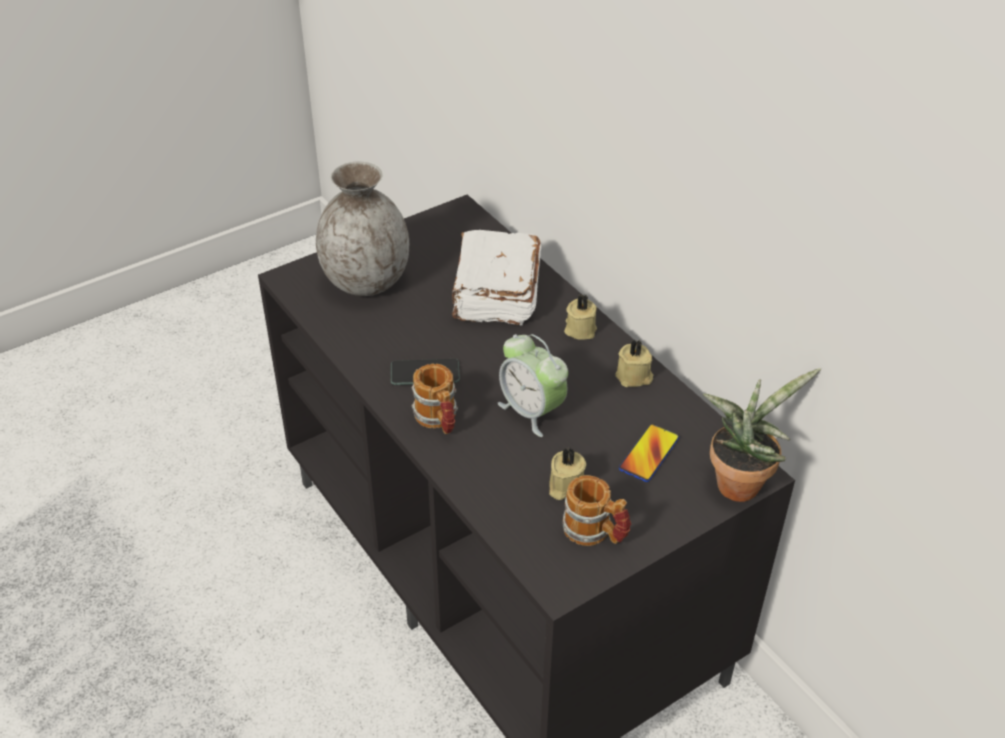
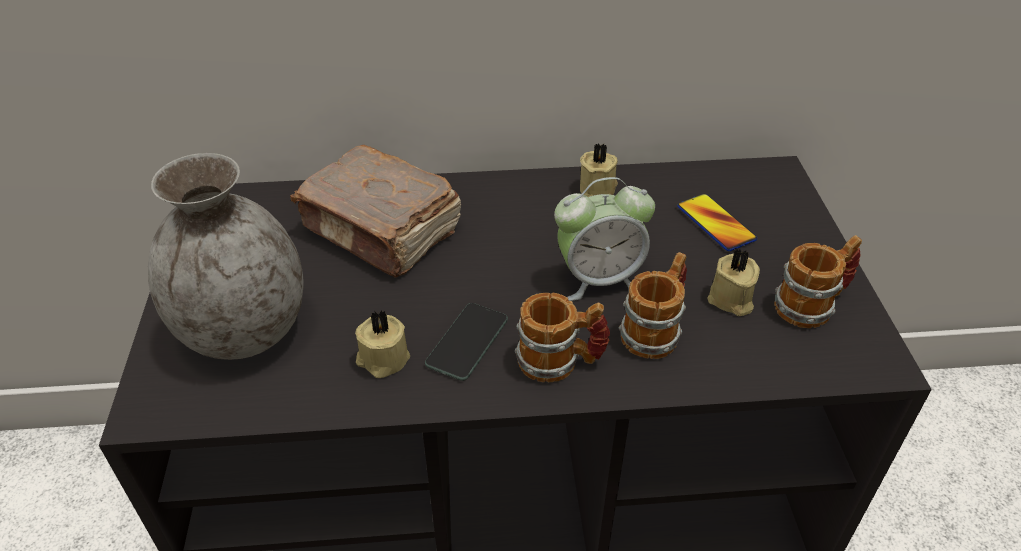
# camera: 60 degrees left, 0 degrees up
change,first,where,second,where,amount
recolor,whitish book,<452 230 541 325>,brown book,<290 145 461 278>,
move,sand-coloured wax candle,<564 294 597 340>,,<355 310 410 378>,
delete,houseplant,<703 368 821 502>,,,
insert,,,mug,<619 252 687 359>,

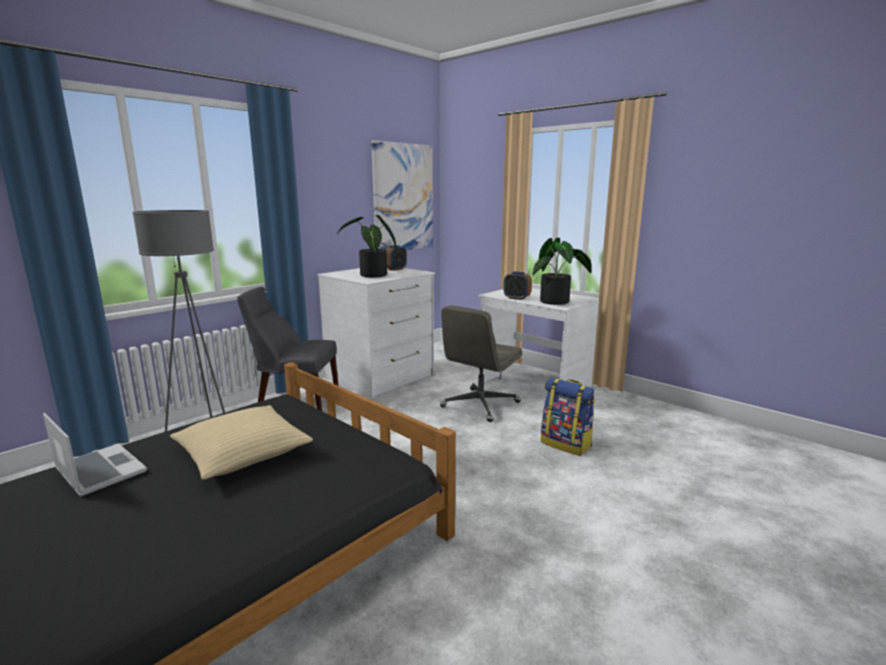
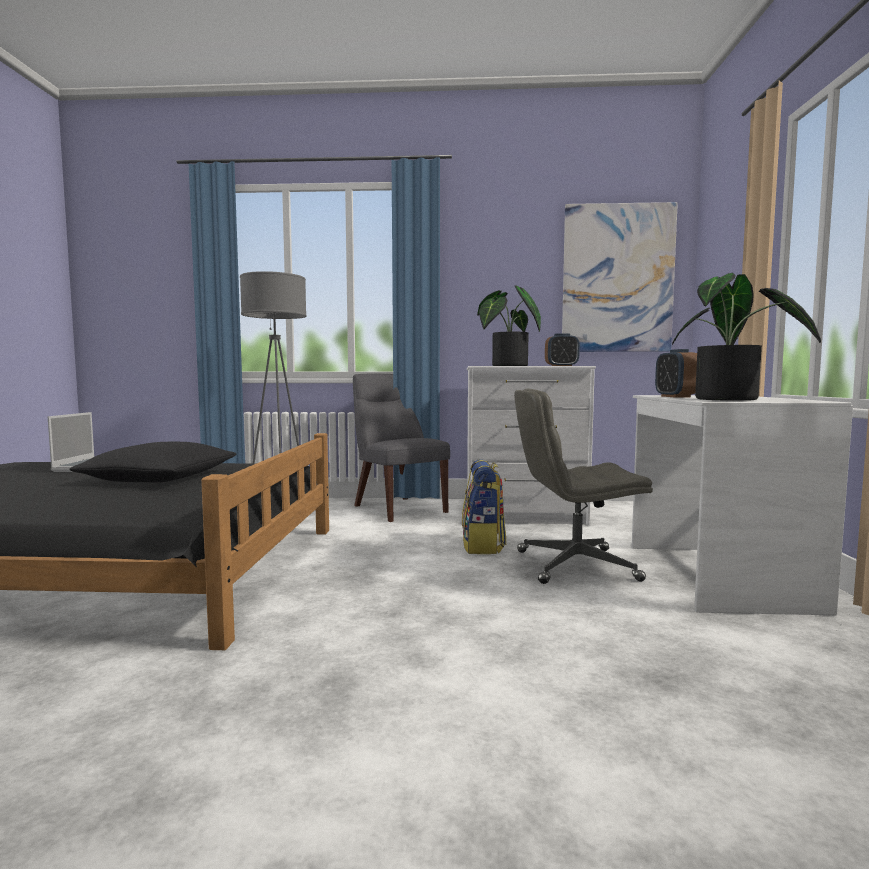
# camera: 50 degrees right, 10 degrees down
change,first,where,second,where,amount
move,knapsack,<541 378 595 456>,,<462 459 506 554>,
recolor,sand-coloured pillow,<170 405 313 480>,black pillow,<70 442 237 482>,

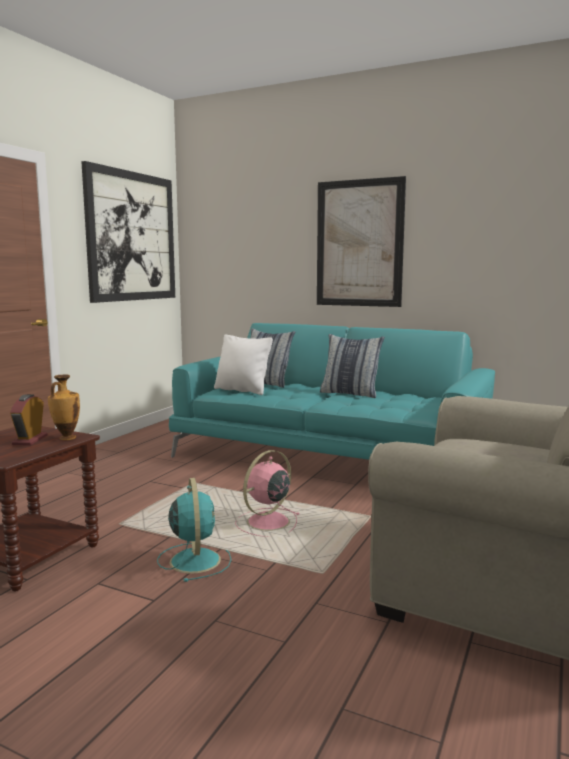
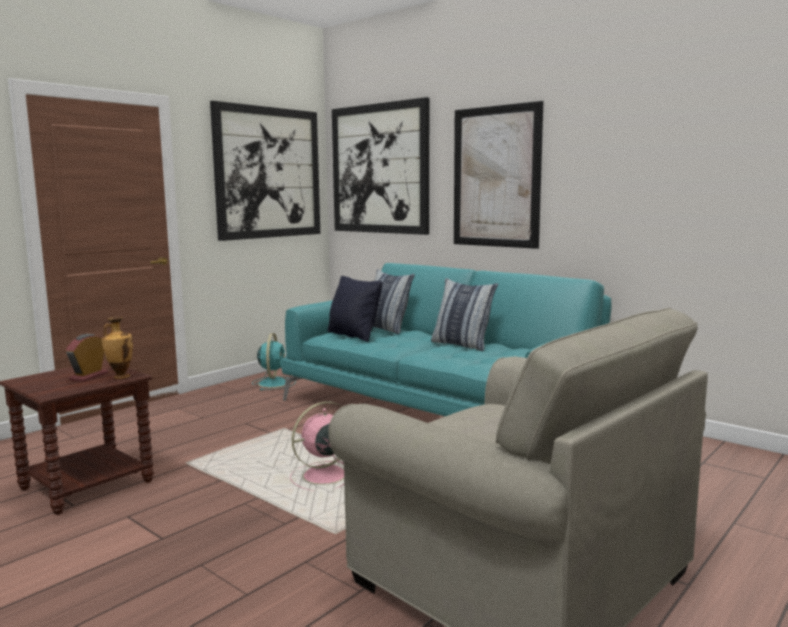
# camera: 15 degrees right, 0 degrees up
change,first,where,second,where,amount
recolor,whitish pillow,<214 335 273 395>,black pillow,<327 276 382 342>,
move,turquoise-coloured cooling fan,<157 478 231 582>,,<252 333 296 390>,
insert,,,picture,<332 97 429 235>,

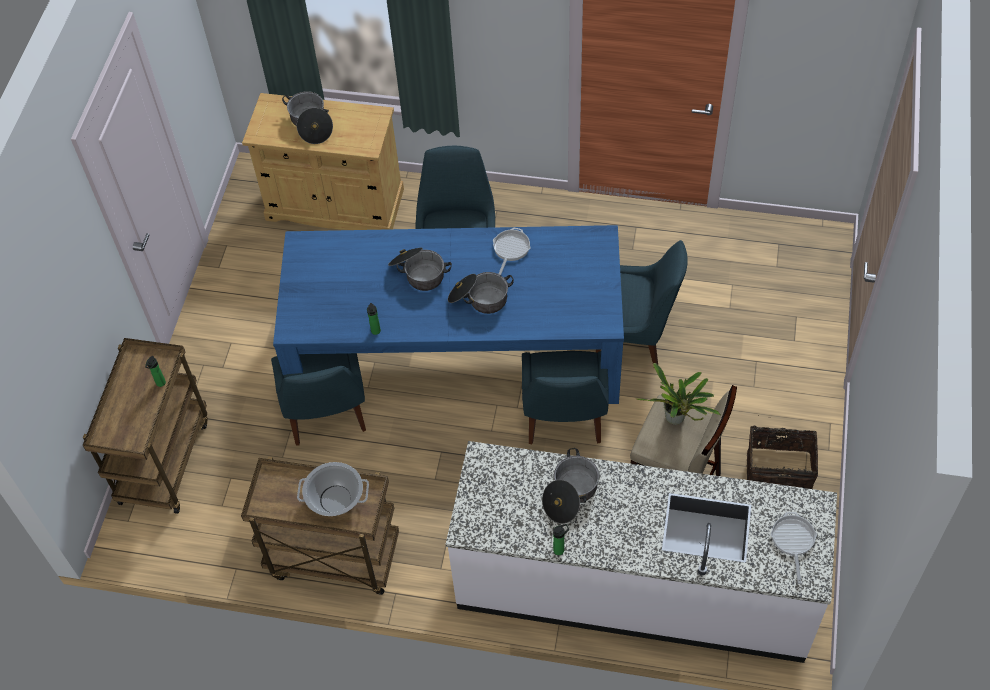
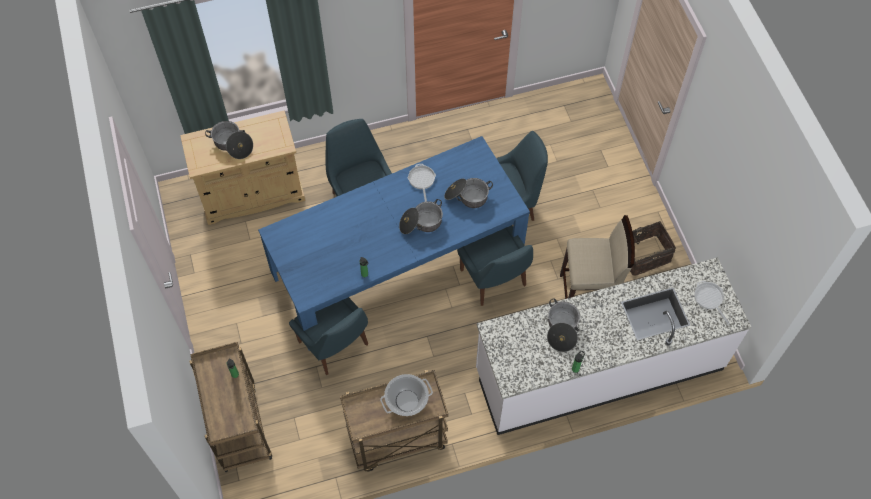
# camera: 30 degrees left, 5 degrees up
change,first,where,second,where,amount
move,saucepot,<388 247 452 291>,,<444 178 493 208>,
delete,houseplant,<637 363 721 425>,,,

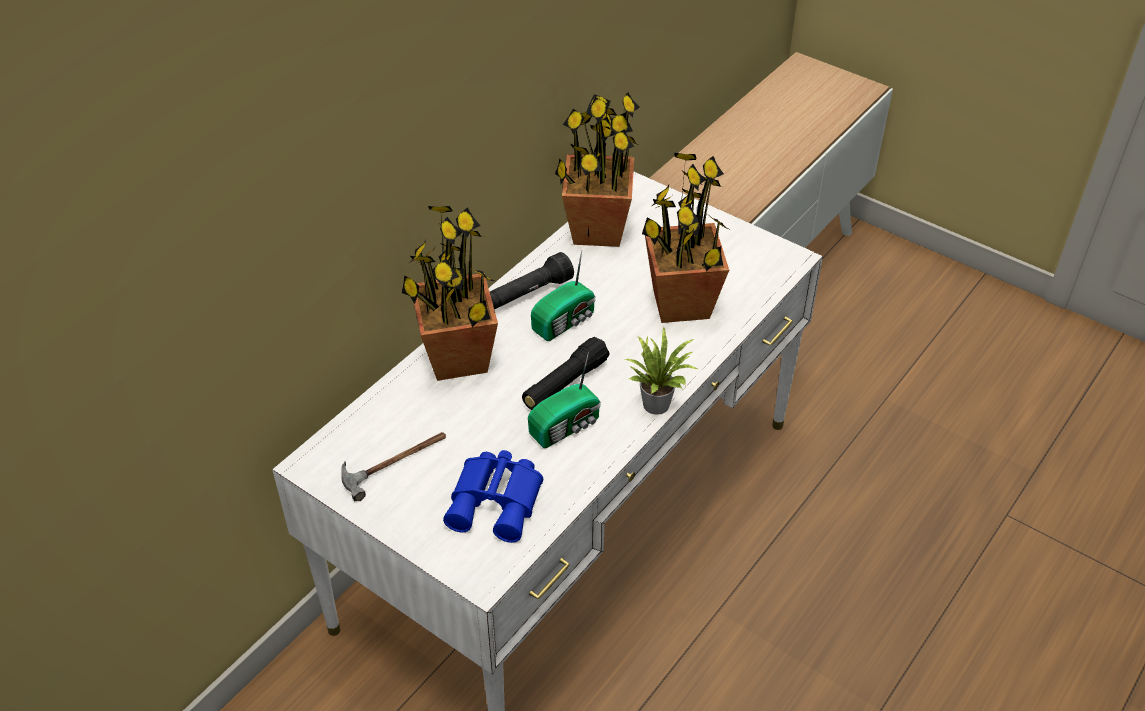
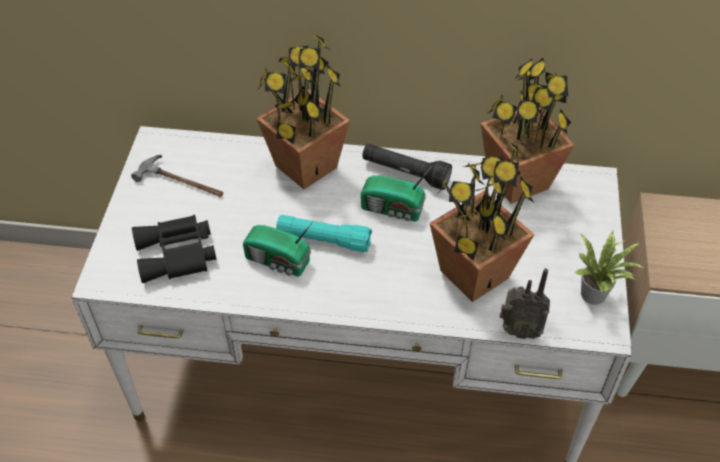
# camera: 60 degrees right, 5 degrees up
change,first,where,second,where,amount
move,houseplant,<625 327 697 414>,,<574 231 645 305>,
recolor,black hand torch,<522 337 610 410>,turquoise-coloured hand torch,<276 215 372 253>,
recolor,blue pair of binoculars,<443 450 543 543>,black pair of binoculars,<132 215 216 283>,
insert,,,radio receiver,<499 268 550 339>,

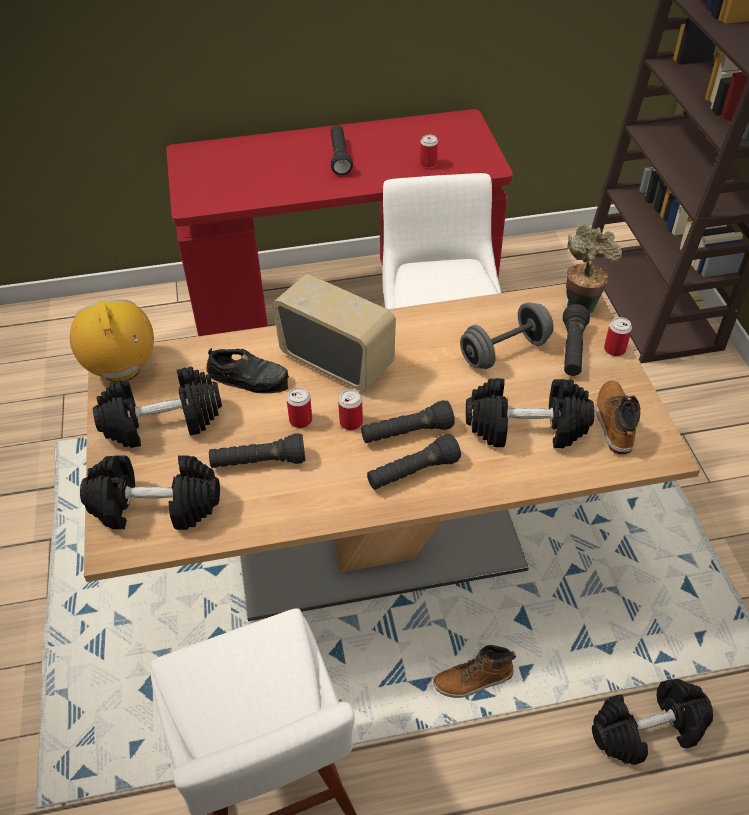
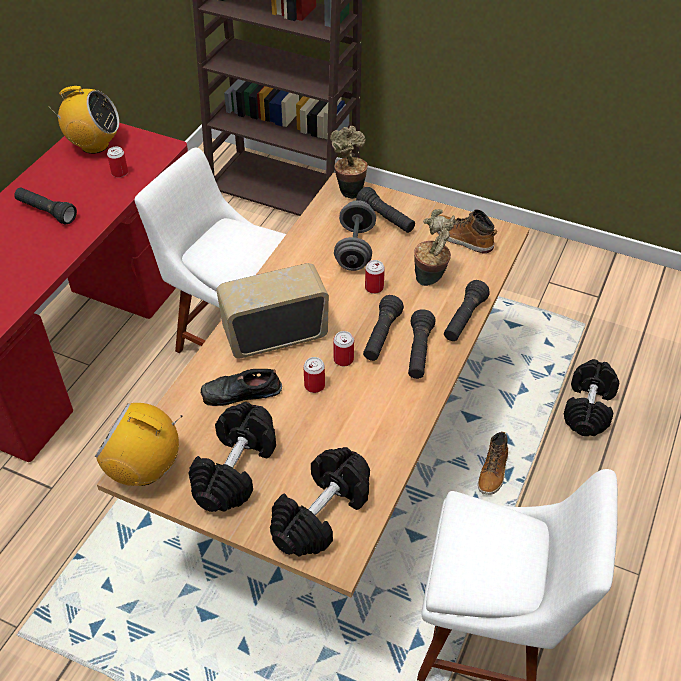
# camera: 55 degrees left, 0 degrees up
change,first,where,second,where,amount
move,sealed can,<604 317 632 356>,,<365 260 385 294>,
rotate,black shoe,<206 348 289 394>,,<201 369 282 406>,150 degrees counterclockwise
replace,black free weight,<466 378 595 448>,houseplant,<414 209 455 286>,
move,black hand torch,<209 433 305 468>,,<444 280 490 341>,
insert,,,radio receiver,<48 86 119 154>,

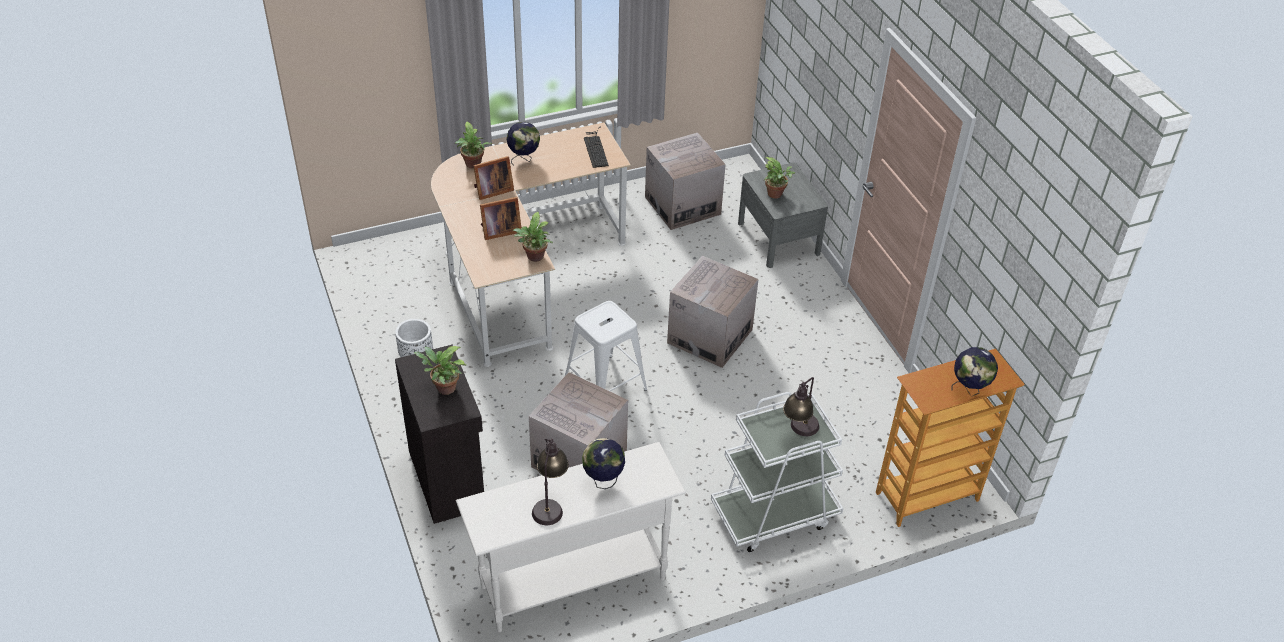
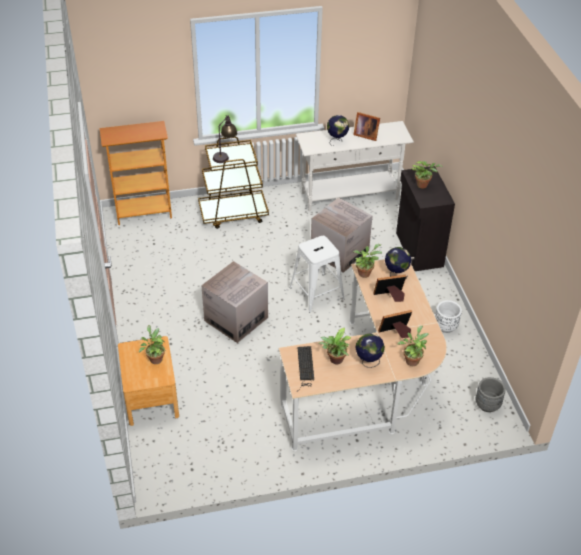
# camera: 170 degrees left, 0 degrees up
change,first,where,second,where,amount
delete,packing box,<645 133 726 230>,,,
recolor,greyish bedside table,<738 163 828 268>,brown bedside table,<118 336 179 426>,
move,desk globe,<951 347 998 397>,,<385 247 411 278>,
recolor,whitish trolley,<711 392 843 552>,brown trolley,<198 137 269 229>,
replace,tabletop lamp,<532 439 569 525>,picture frame,<353 112 380 141>,
insert,,,houseplant,<319 328 351 364>,
insert,,,greyish planter,<475 377 506 412>,

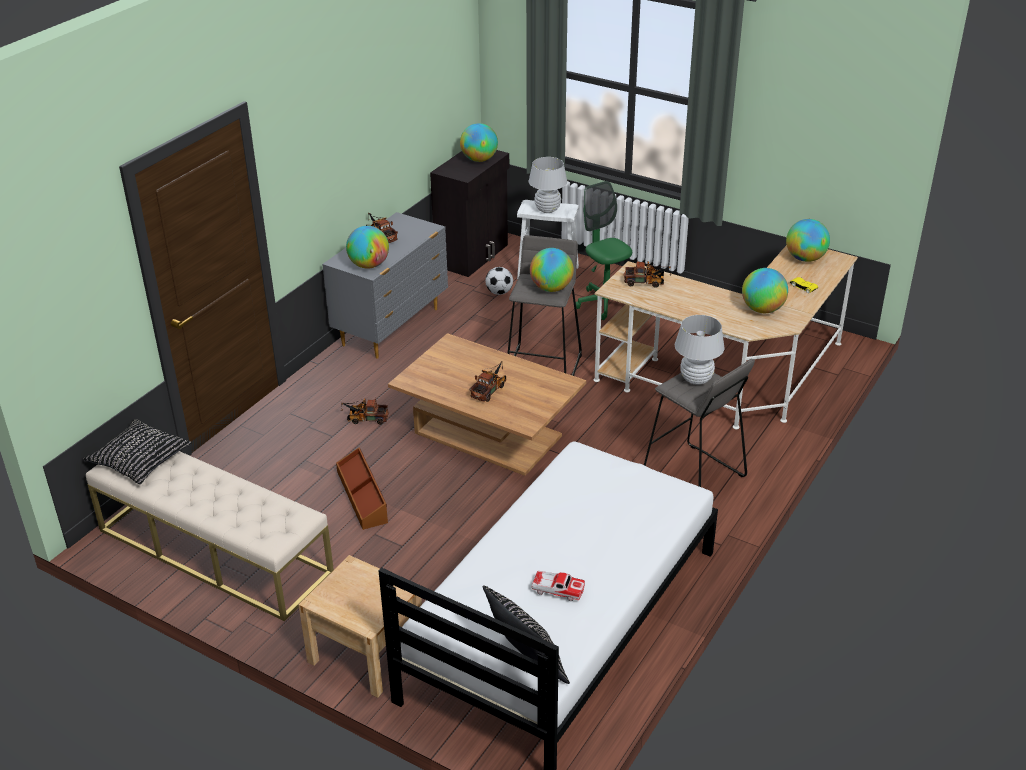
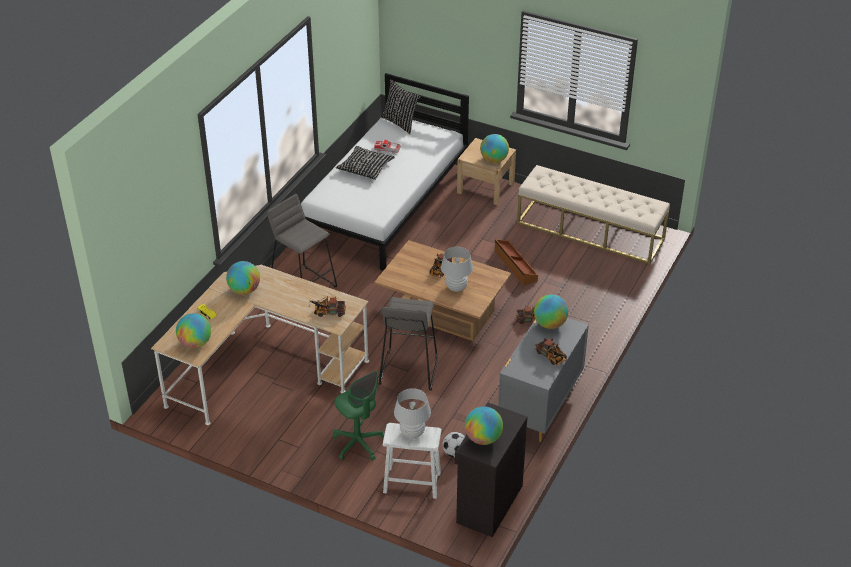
# camera: 175 degrees right, 5 degrees up
change,first,where,second,where,amount
move,desk globe,<530 248 574 292>,,<480 134 509 163>,
move,whitish tabletop lamp,<675 315 725 385>,,<441 247 473 292>,
move,black pillow,<83 419 192 484>,,<336 146 395 180>,

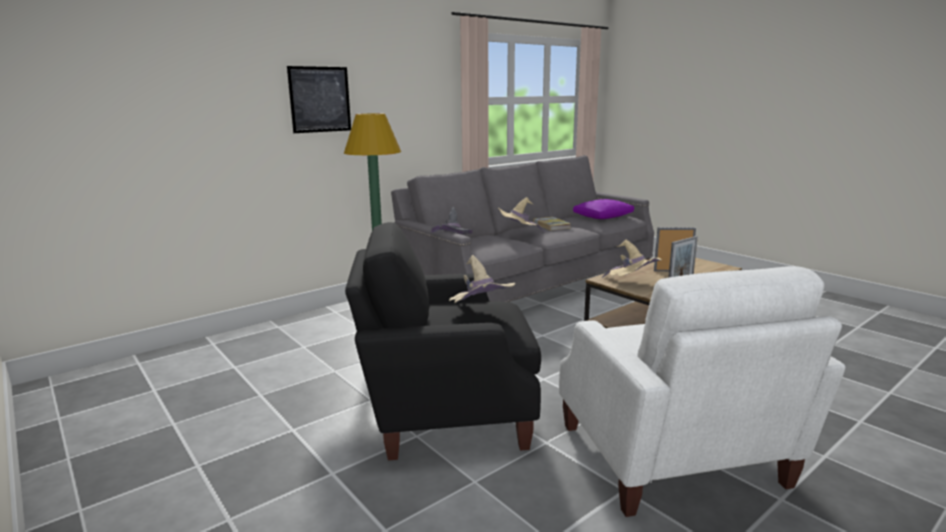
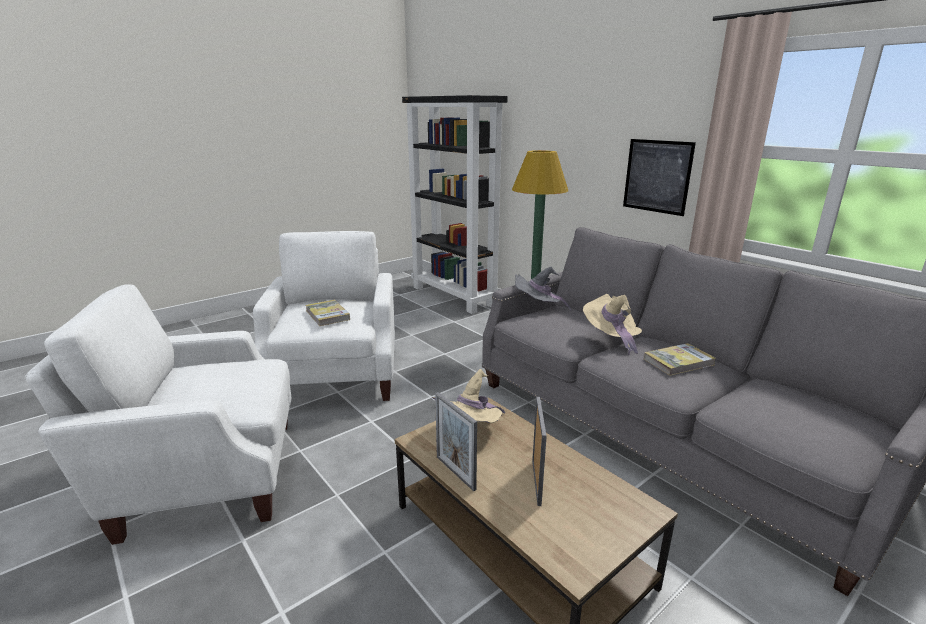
# camera: 90 degrees right, 5 degrees up
change,first,where,second,where,amount
move,picture,<287 66 351 133>,,<623 139 696 216>,
delete,purple-coloured pillow,<573 199 634 219>,,,
recolor,black lounge chair,<345 222 541 460>,whitish lounge chair,<253 231 395 401>,
replace,sand-coloured hat,<449 255 515 303>,book,<306 300 350 326>,
insert,,,black shelving unit,<402 95 508 314>,

